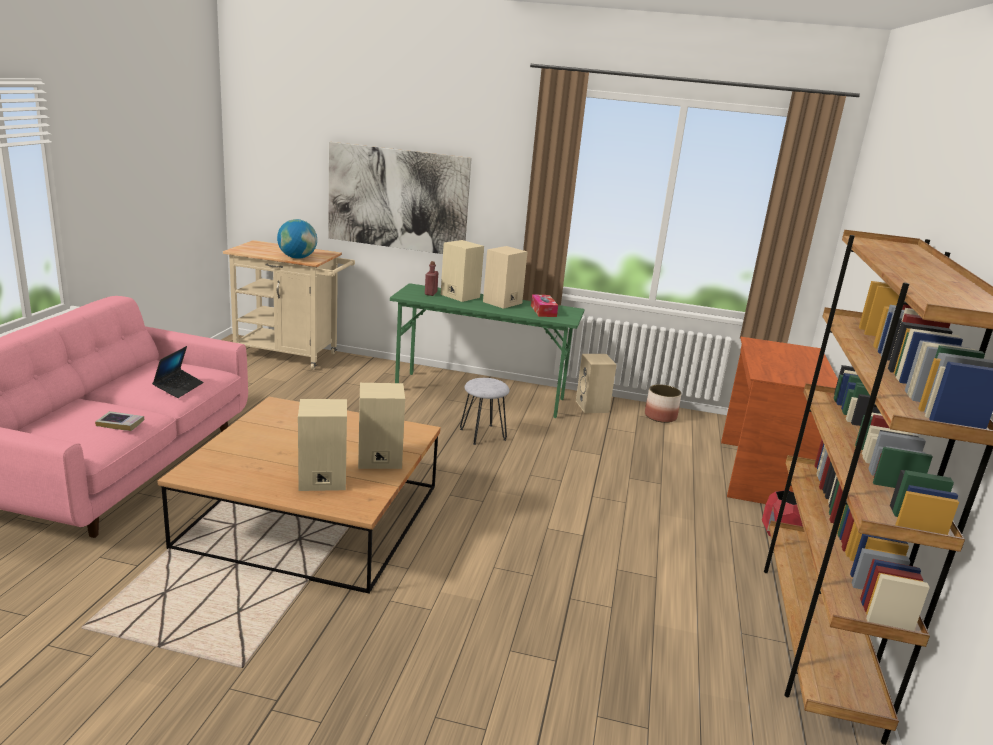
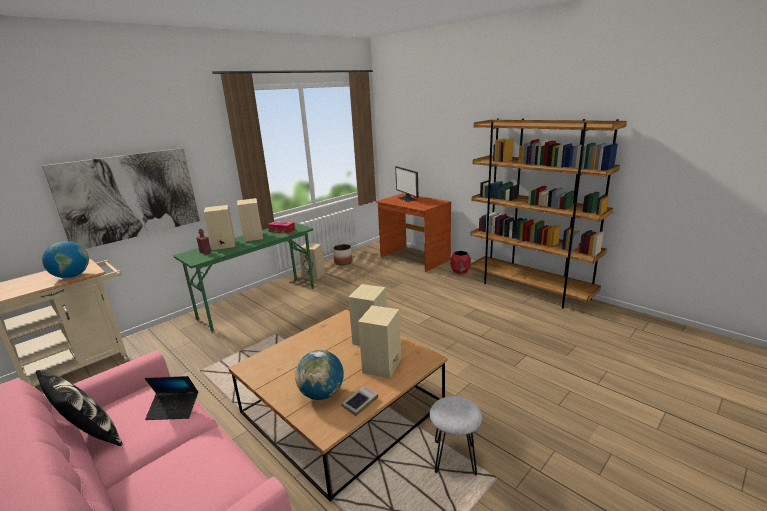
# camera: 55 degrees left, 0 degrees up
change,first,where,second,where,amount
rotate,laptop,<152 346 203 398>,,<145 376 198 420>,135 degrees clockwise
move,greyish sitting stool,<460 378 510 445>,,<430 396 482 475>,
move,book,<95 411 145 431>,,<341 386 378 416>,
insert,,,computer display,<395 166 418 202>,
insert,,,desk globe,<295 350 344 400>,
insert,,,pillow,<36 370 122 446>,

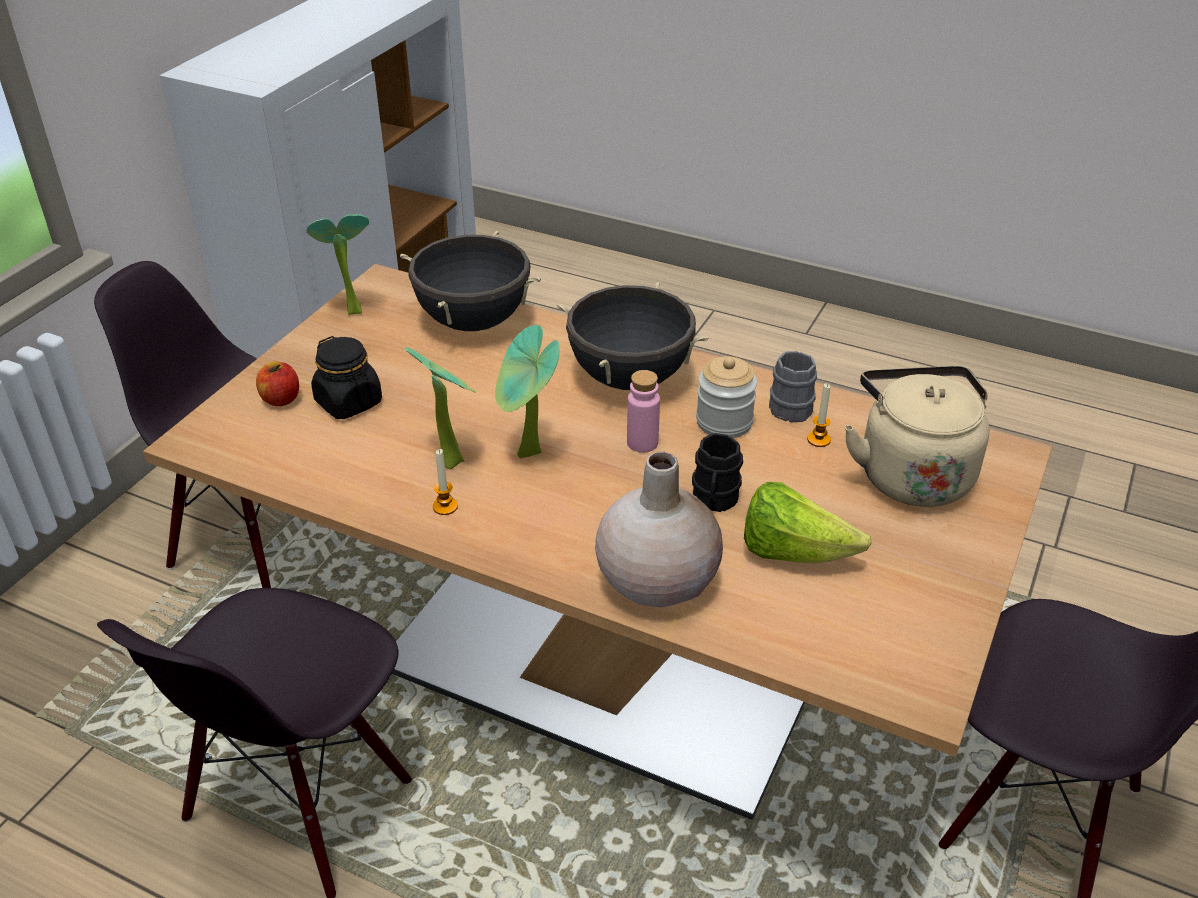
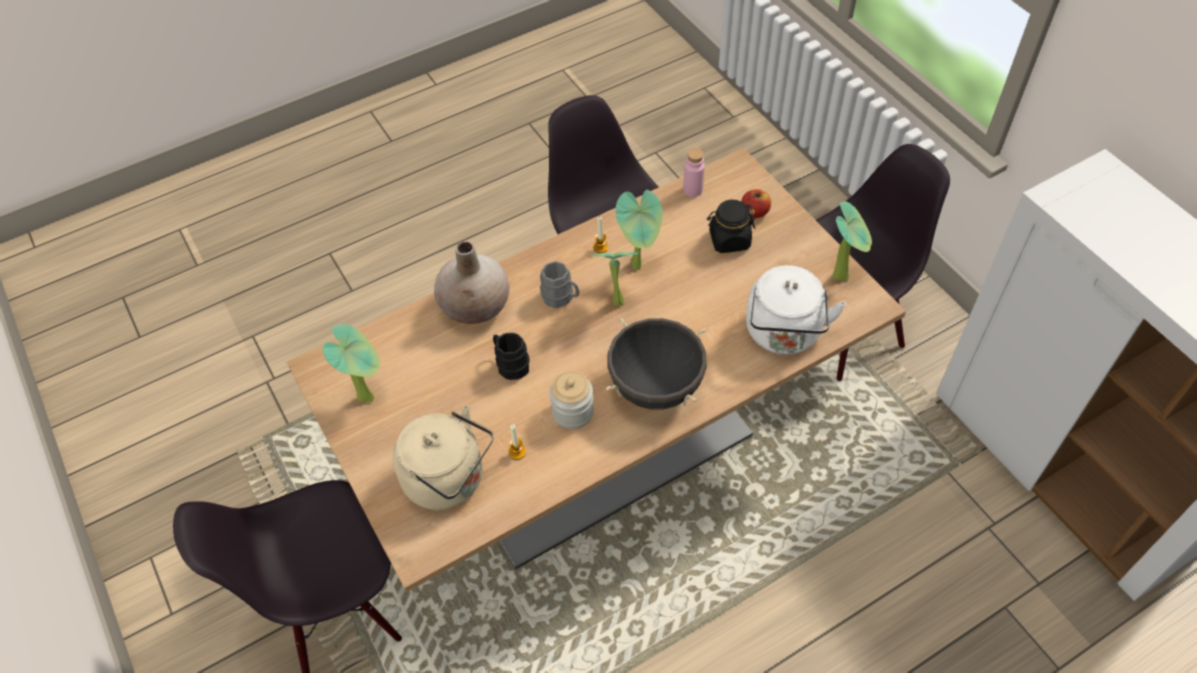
# camera: 125 degrees right, 15 degrees up
change,first,where,second,where,amount
replace,black saucepot,<400 231 541 331>,whitish water kettle,<746 265 846 354>,
move,greyish mug,<769 351 817 423>,,<540 261 579 308>,
move,pink-coloured drink bottle,<627 370 660 453>,,<683 148 705 197>,
delete,lettuce,<744 482 872 563>,,,
insert,,,houseplant,<322 324 380 403>,

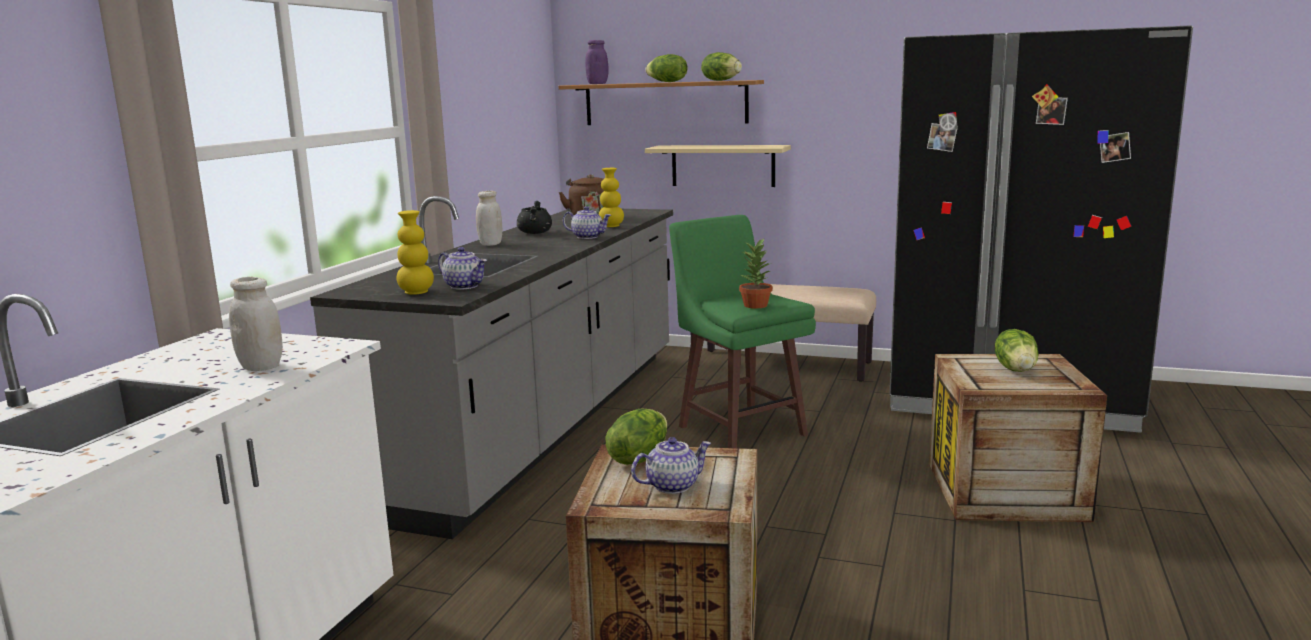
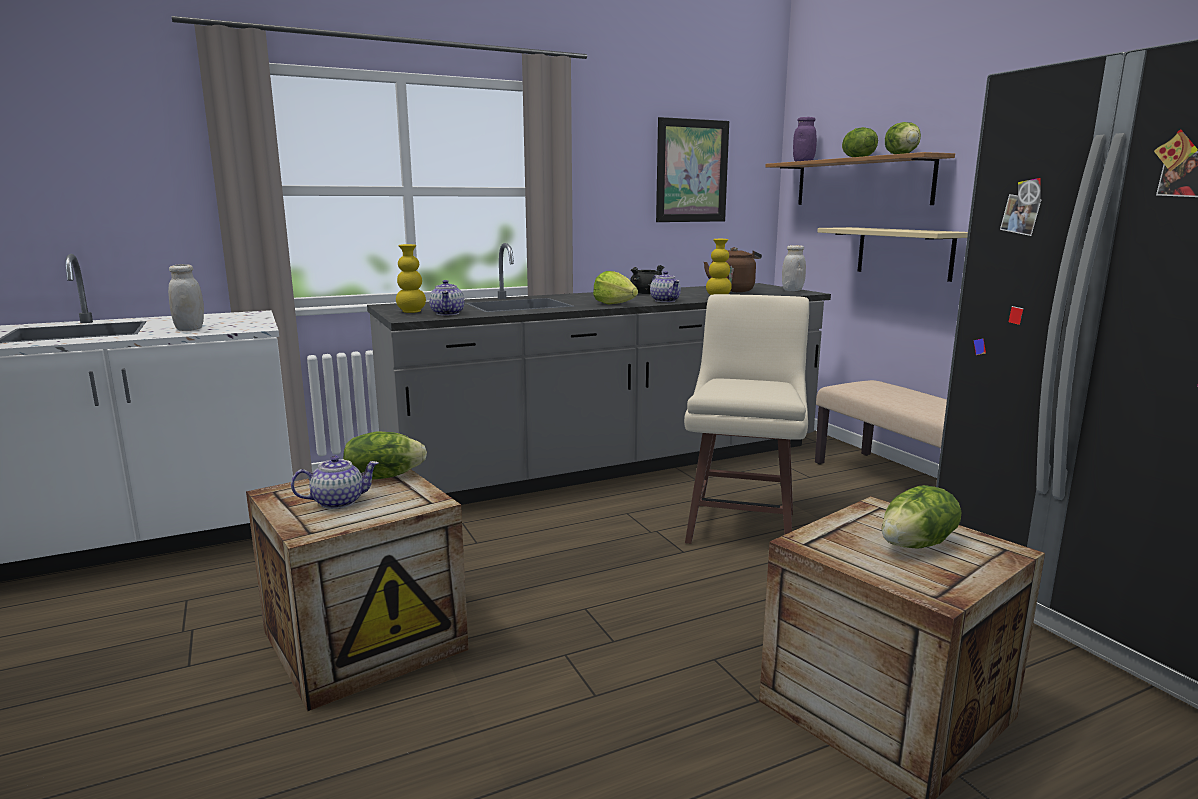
# camera: 45 degrees right, 0 degrees up
change,first,where,second,where,amount
move,whitish storage jar,<476 191 502 246>,,<782 245 806 291>,
recolor,greenish sitting stool,<669 215 816 448>,sand-coloured sitting stool,<684 294 809 544>,
delete,houseplant,<739 237 772 309>,,,
rotate,tea pot,<631 437 712 494>,,<291 456 379 509>,45 degrees counterclockwise
insert,,,picture,<656 117 729 222>,
insert,,,lettuce,<593 271 638 304>,

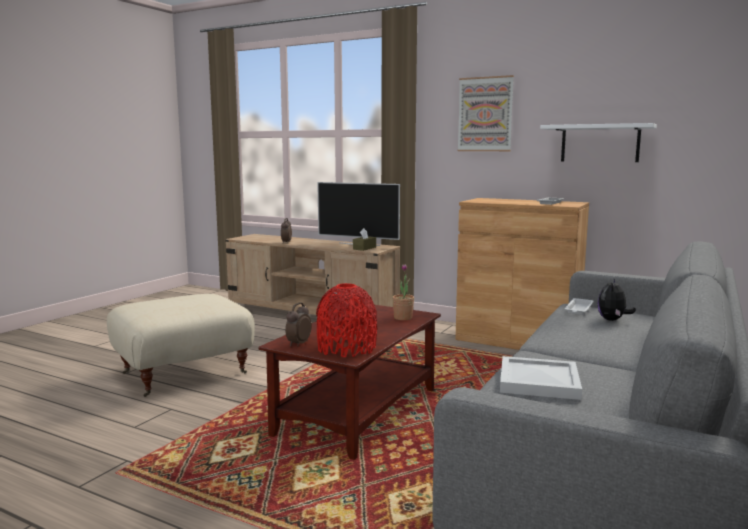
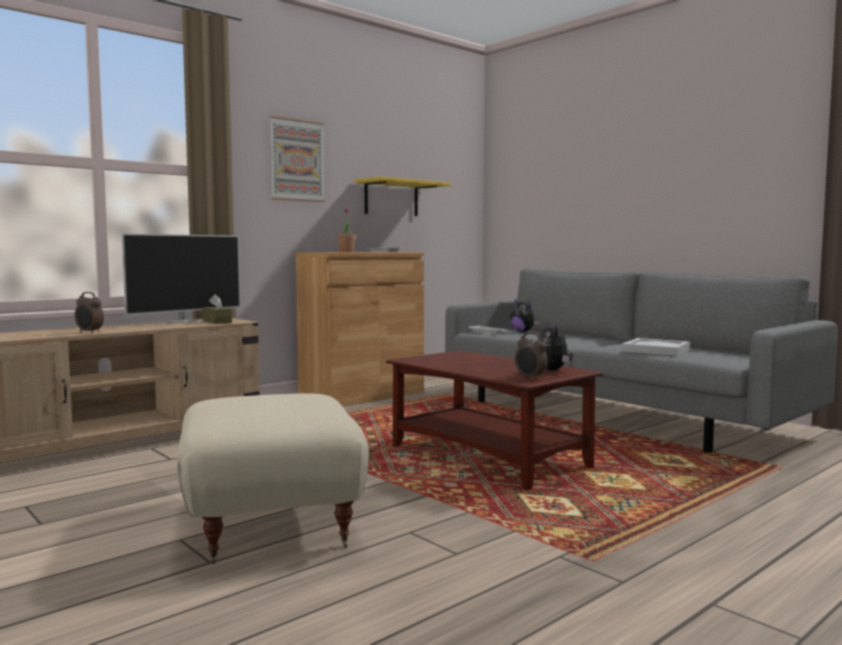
# camera: 70 degrees left, 5 degrees down
change,first,where,second,where,amount
recolor,whitish shelf,<540 123 657 162>,yellow-coloured shelf,<355 176 451 216>,
move,houseplant,<392 264 414 320>,,<338 207 355 252>,
replace,reddish flower vase,<316 283 377 357>,plush toy,<538 323 573 371>,

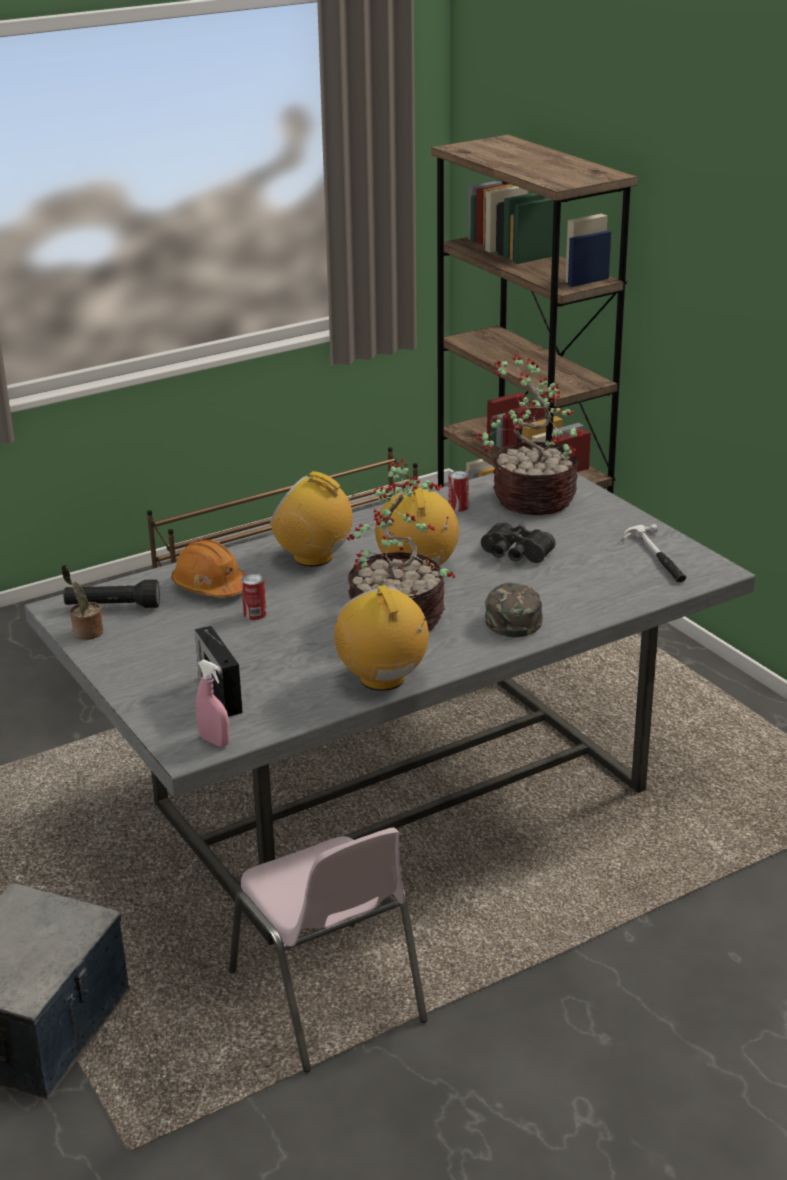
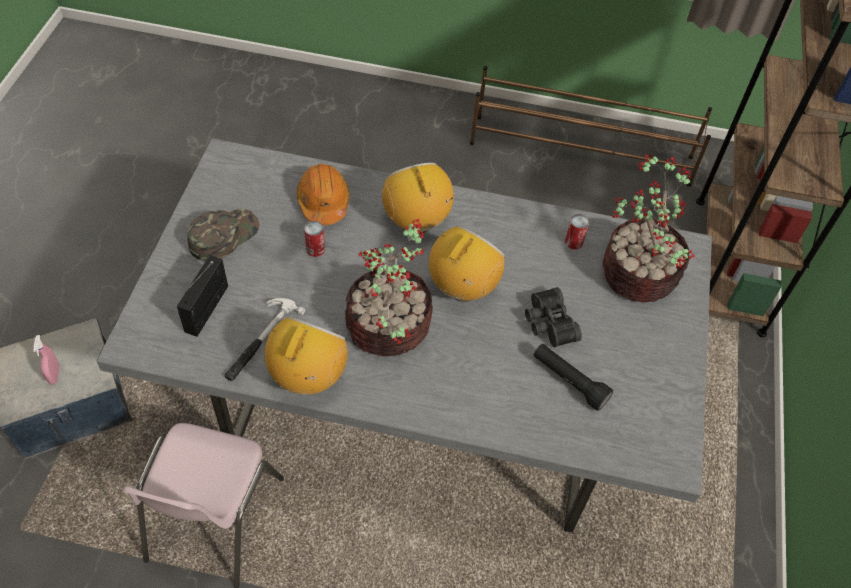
# camera: 40 degrees right, 25 degrees up
change,first,where,second,where,amount
move,hand hammer,<624 524 686 582>,,<225 298 306 381>,
delete,houseplant,<61 564 103 640>,,,
move,black hand torch,<64 579 160 608>,,<534 344 614 411>,
move,greenish baseball cap,<485 583 543 637>,,<187 209 260 261>,
move,pink-coloured sprayer,<196 659 229 747>,,<33 335 60 385>,

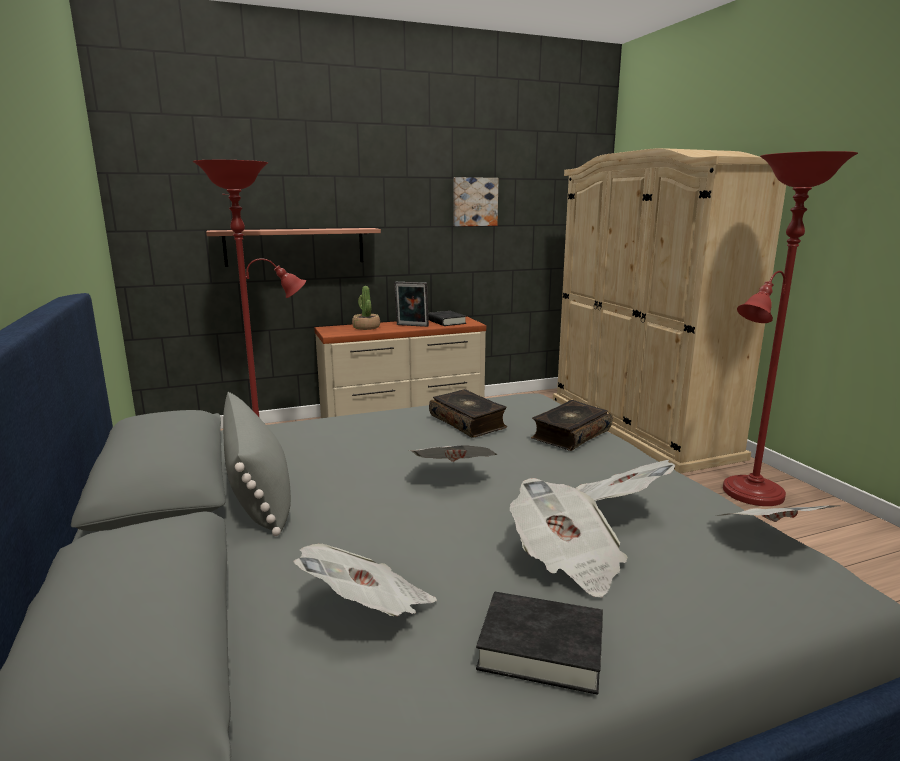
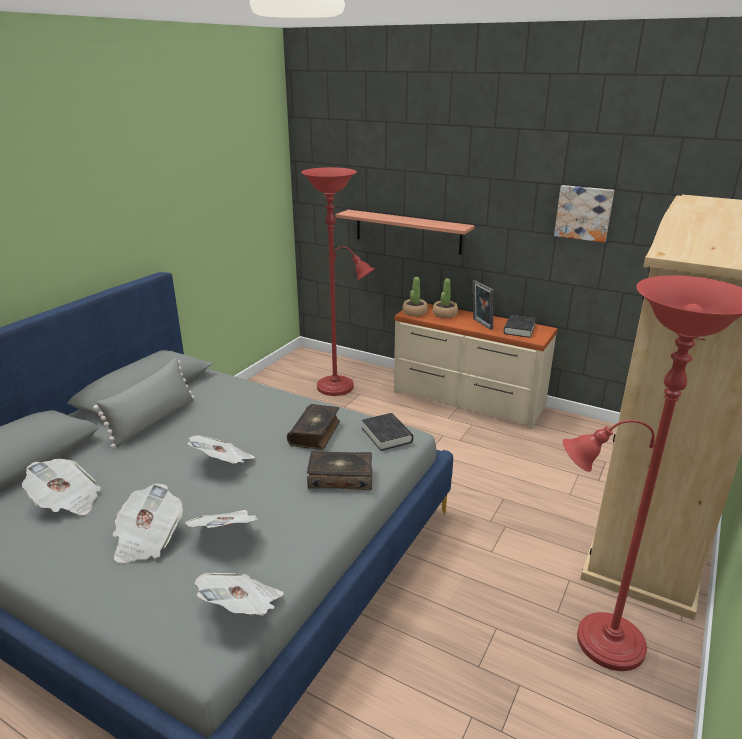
# camera: 50 degrees right, 10 degrees up
change,first,where,second,where,amount
move,black book,<476 592 603 695>,,<362 413 413 451>,
insert,,,houseplant,<403 277 428 316>,

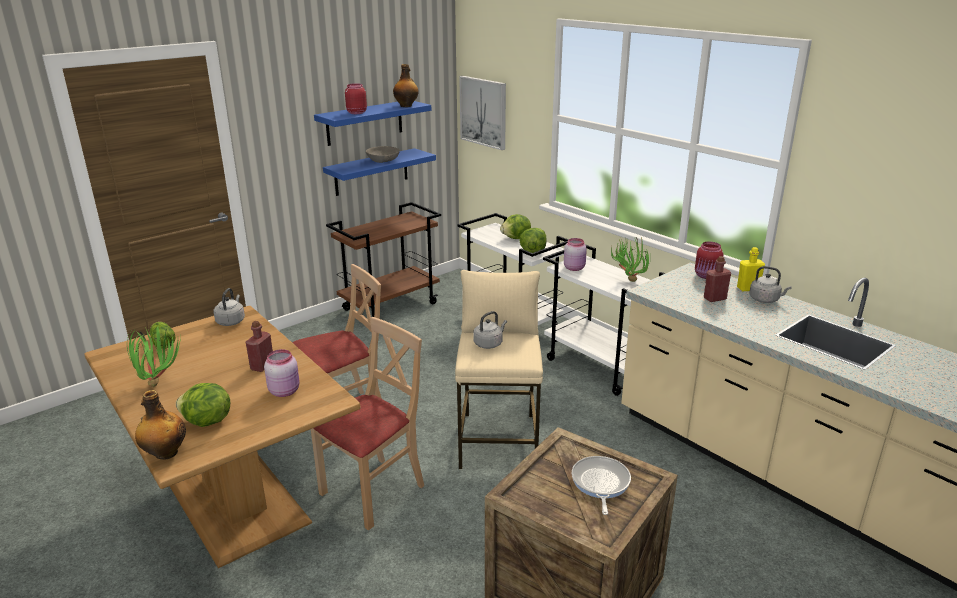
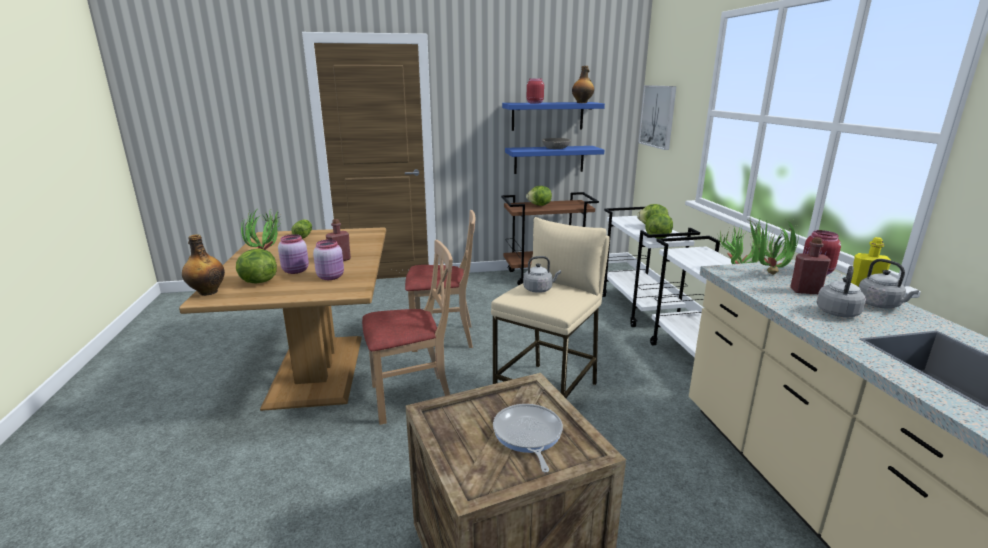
# camera: 30 degrees right, 5 degrees down
change,first,where,second,where,amount
move,pink-coloured storage jar,<564 238 587 271>,,<278 234 309 274>,
move,greyish water kettle,<213 288 245 326>,,<817 266 866 318>,
rotate,skillet,<572 456 631 515>,,<493 404 563 472>,45 degrees counterclockwise
insert,,,lettuce,<526 186 552 206>,
insert,,,houseplant,<745 219 799 275>,

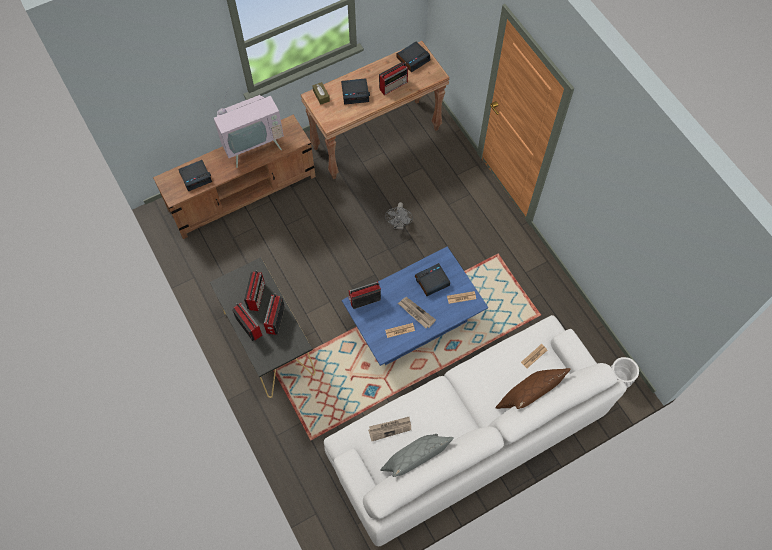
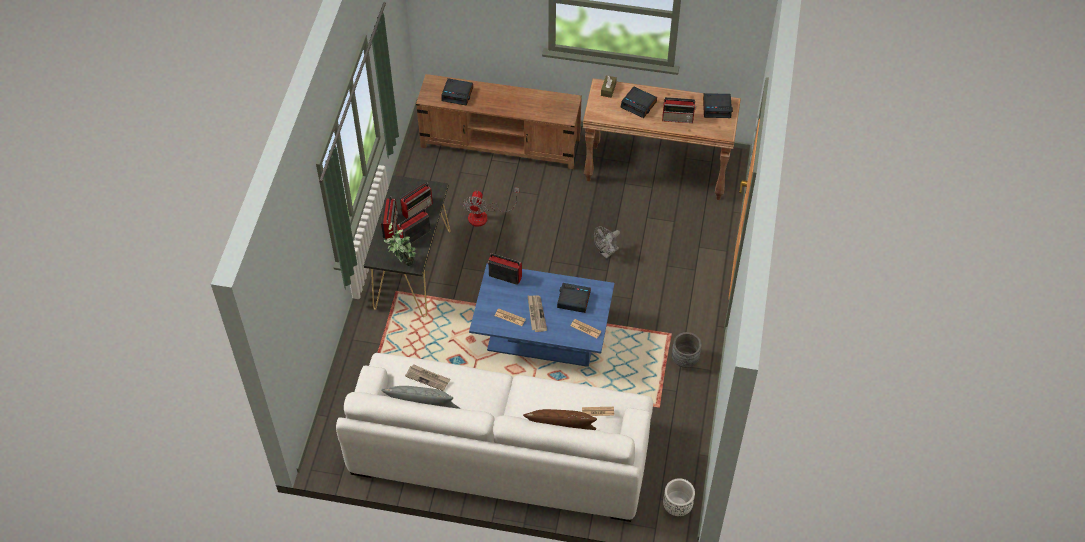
# camera: 40 degrees right, 10 degrees down
change,first,where,second,where,amount
delete,television,<206 95 284 168>,,,
insert,,,cooling fan,<463 187 519 227>,
insert,,,houseplant,<384 222 416 266>,
insert,,,greyish planter,<672 332 702 368>,

